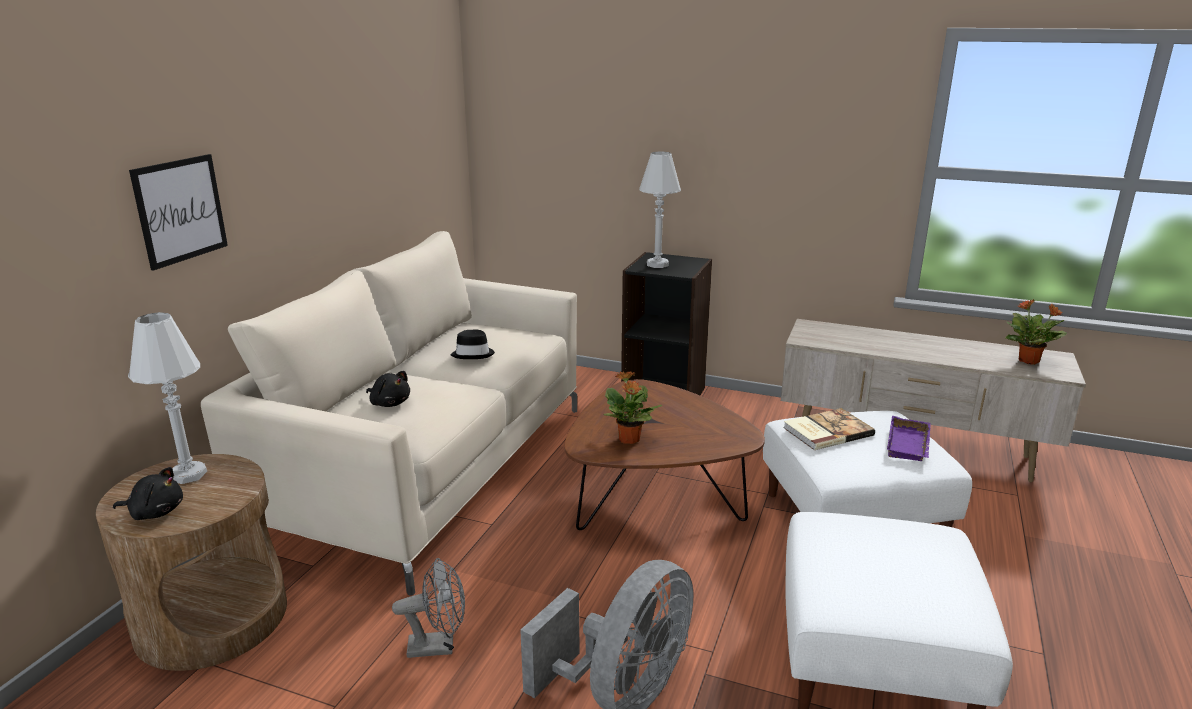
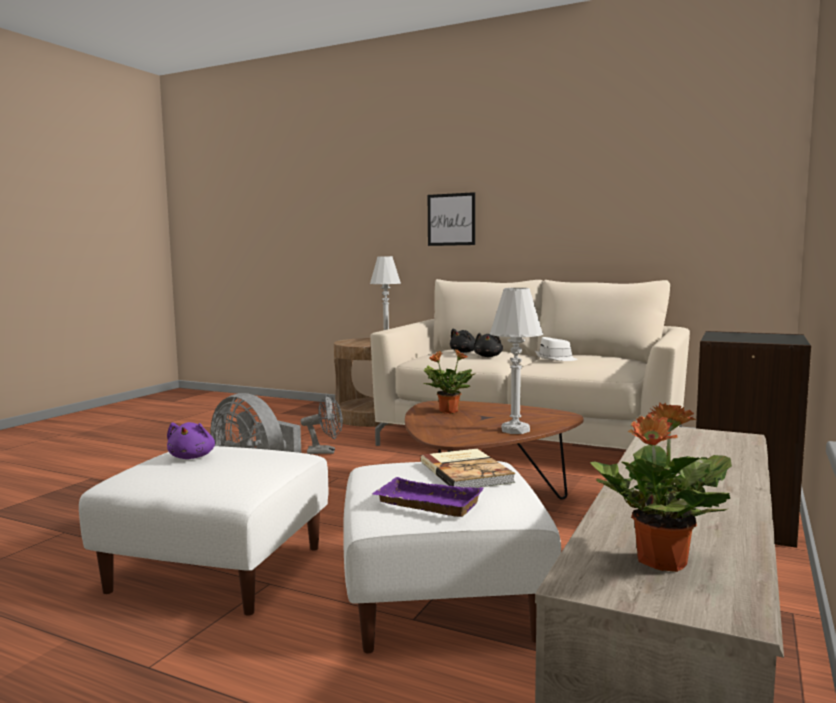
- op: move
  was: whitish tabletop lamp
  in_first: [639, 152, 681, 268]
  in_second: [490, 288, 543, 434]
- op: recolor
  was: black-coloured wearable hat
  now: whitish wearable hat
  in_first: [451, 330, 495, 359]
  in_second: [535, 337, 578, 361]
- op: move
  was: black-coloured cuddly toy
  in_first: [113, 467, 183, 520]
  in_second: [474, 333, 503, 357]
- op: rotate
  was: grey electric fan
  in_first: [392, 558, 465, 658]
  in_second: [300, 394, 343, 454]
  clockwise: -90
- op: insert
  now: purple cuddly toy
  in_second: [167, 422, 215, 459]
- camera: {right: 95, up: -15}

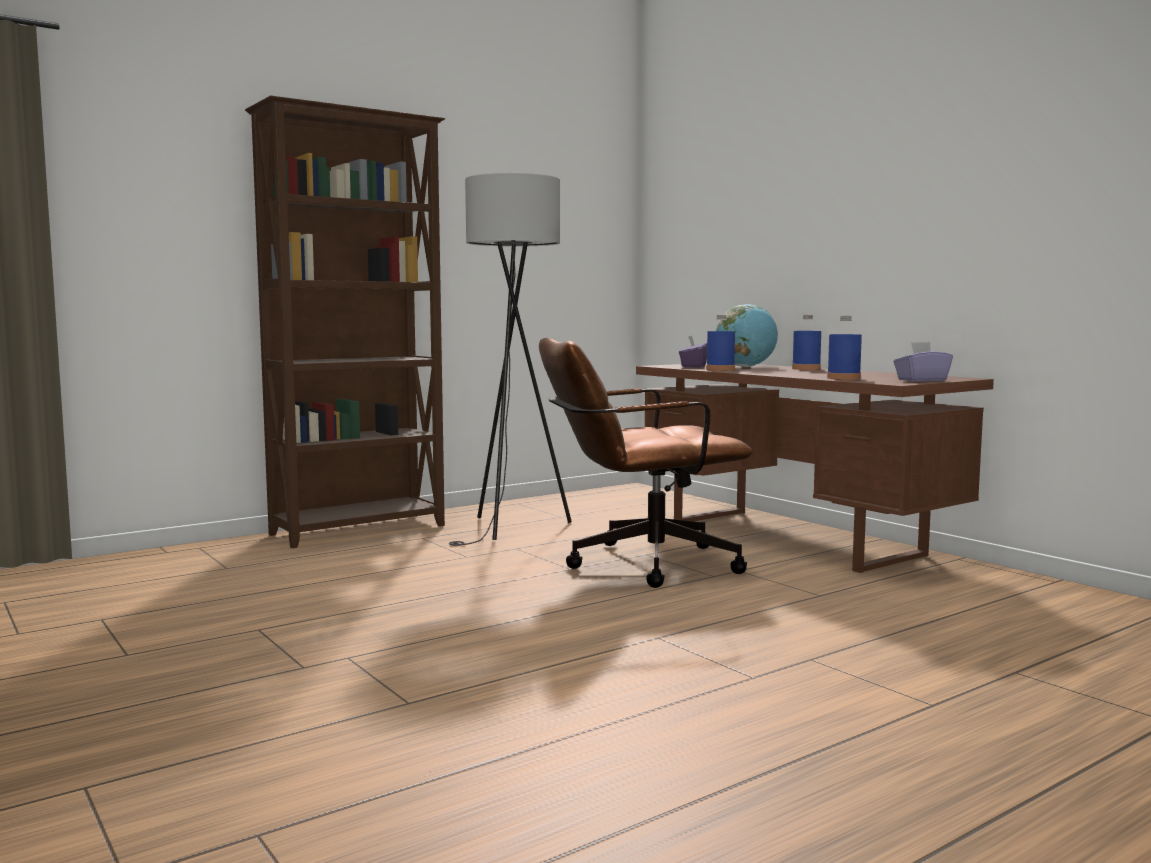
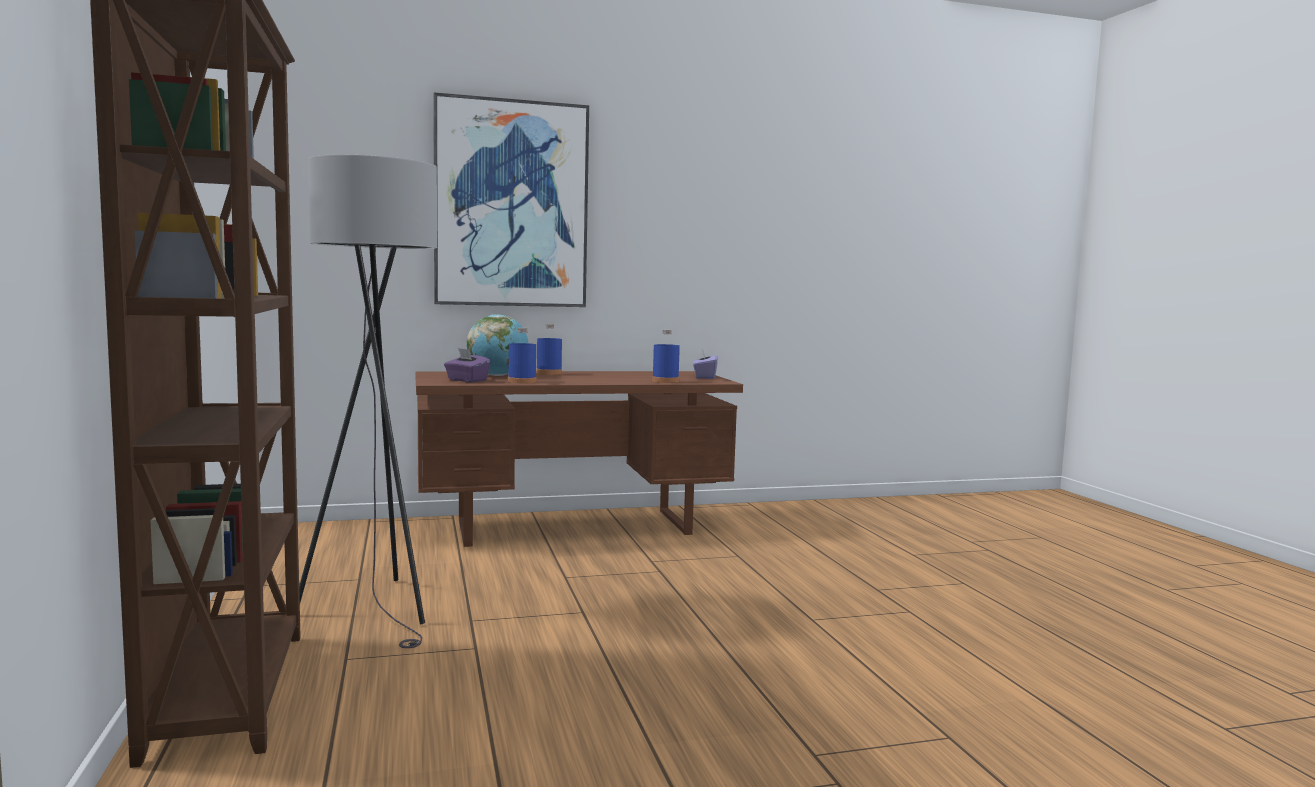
- op: delete
  was: brown-coloured computer chair
  in_first: [539, 338, 752, 588]
- op: insert
  now: wall picture
  in_second: [433, 92, 589, 307]
- camera: {right: -70, up: 0}

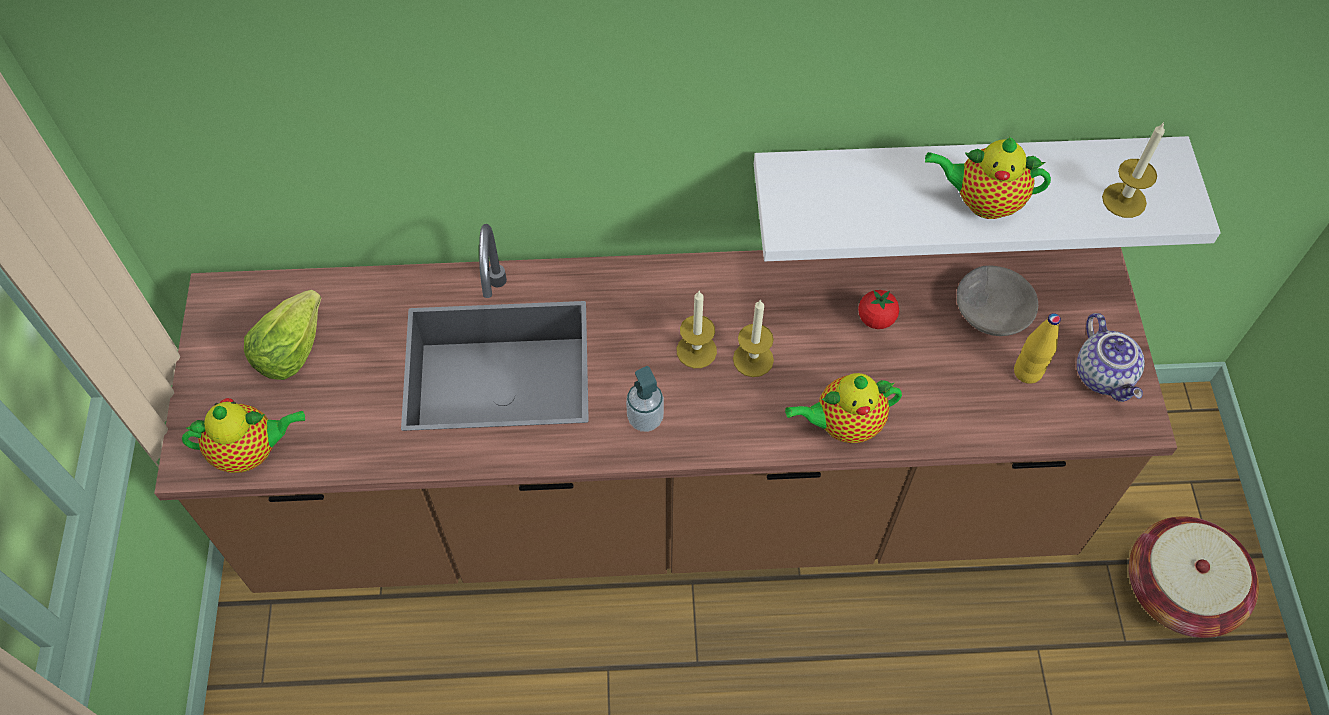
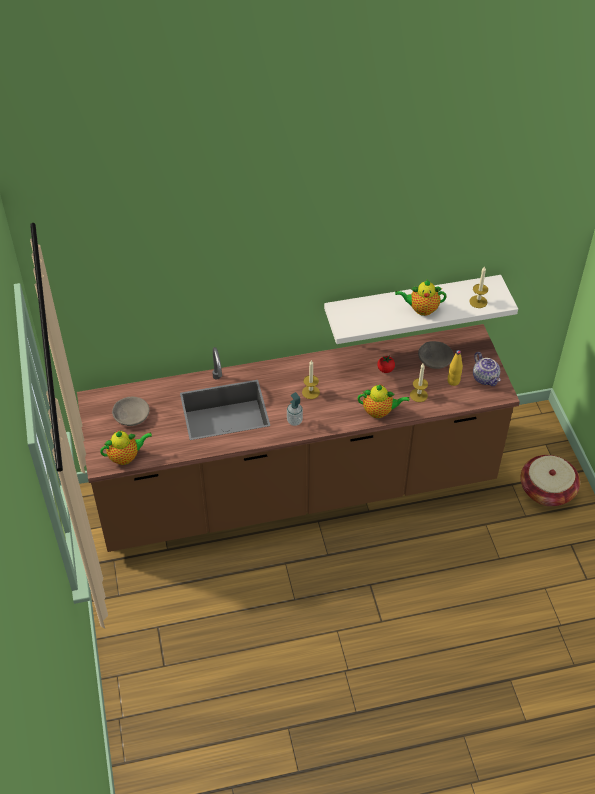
- op: replace
  was: head of lettuce
  now: grey serving bowl
  in_first: [244, 290, 321, 380]
  in_second: [112, 397, 150, 426]
- op: move
  was: candle
  in_first: [733, 299, 774, 377]
  in_second: [410, 364, 428, 402]
- op: rotate
  was: pot for tea
  in_first: [785, 373, 902, 443]
  in_second: [358, 384, 409, 418]
  clockwise: -150
- camera: {right: -10, up: -10}

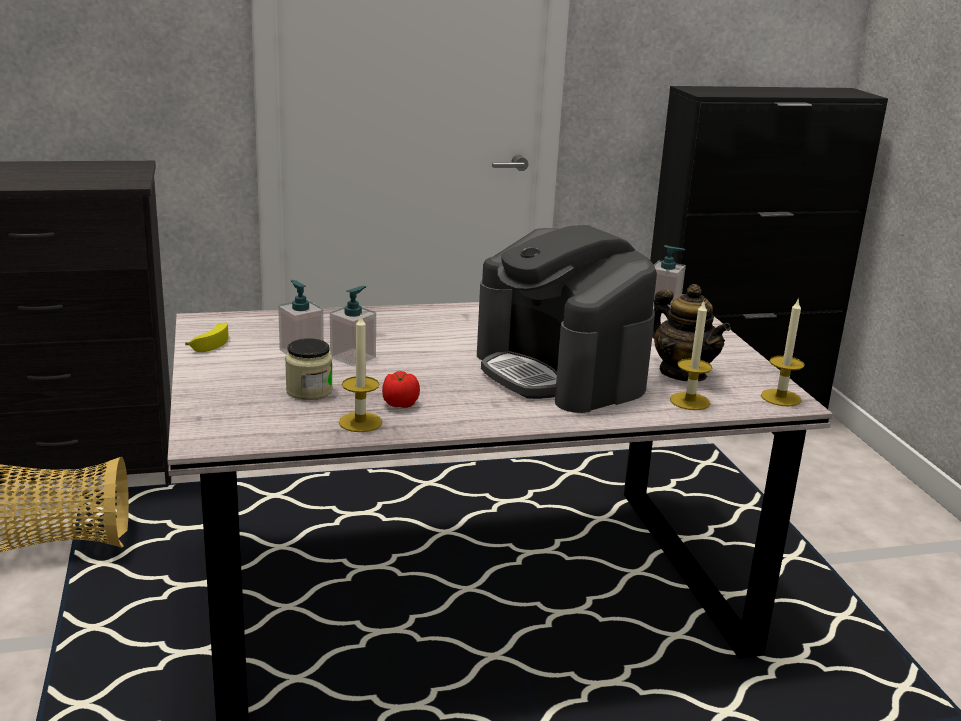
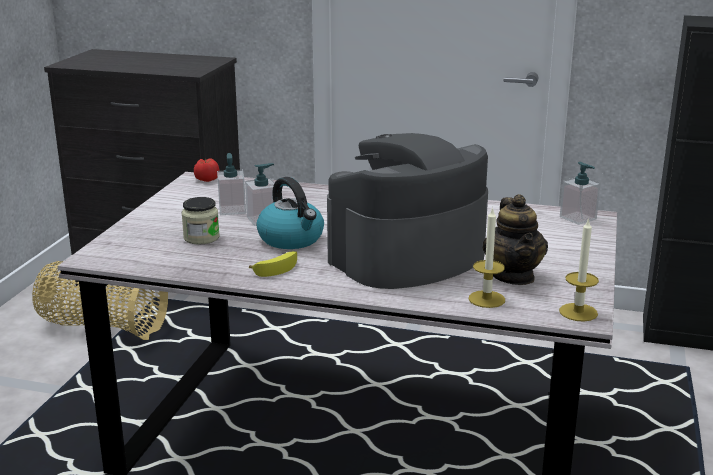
- op: rotate
  was: coffee brewer
  in_first: [477, 225, 657, 413]
  in_second: [327, 133, 488, 289]
  clockwise: 60
- op: delete
  was: candle
  in_first: [339, 313, 382, 432]
- op: move
  was: banana
  in_first: [185, 323, 228, 352]
  in_second: [249, 251, 297, 277]
- op: move
  was: whole tomato
  in_first: [382, 371, 420, 408]
  in_second: [194, 158, 219, 182]
- op: insert
  now: kettle
  in_second: [256, 177, 324, 249]
- camera: {right: 30, up: 0}

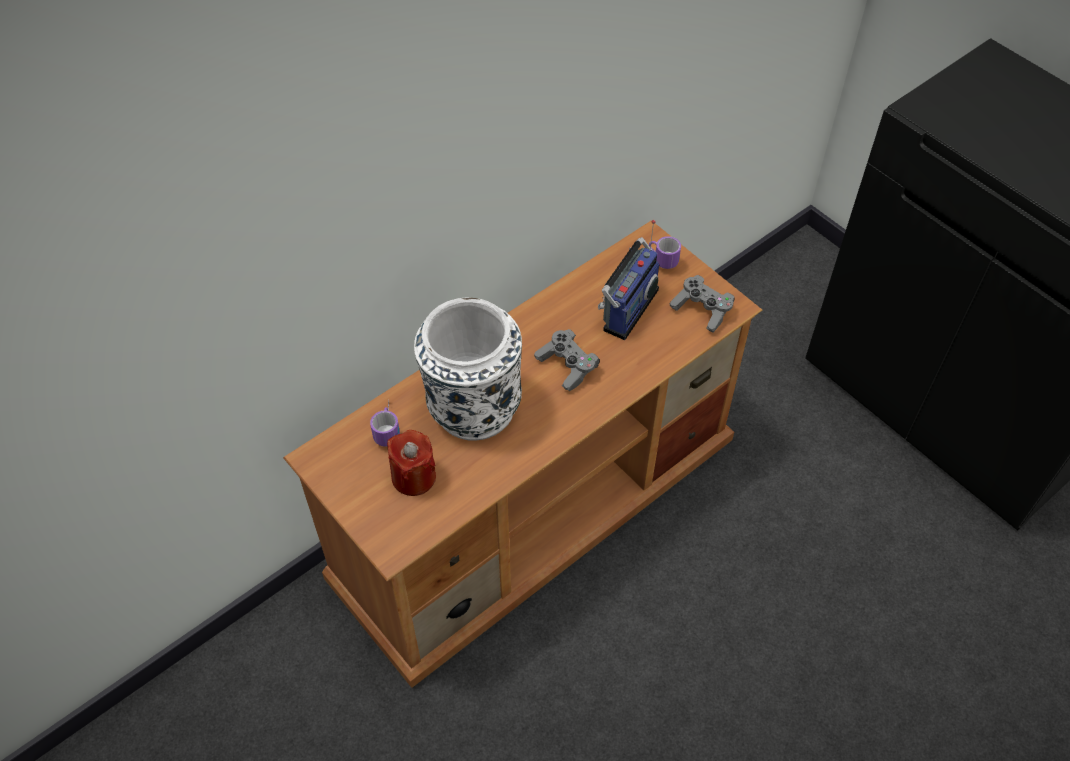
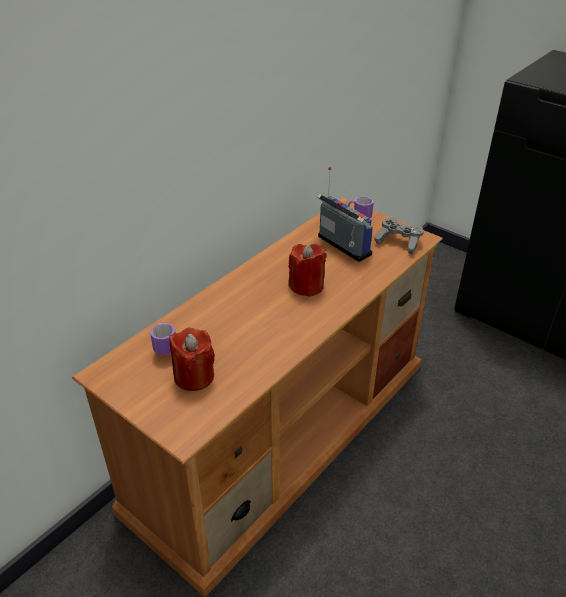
- op: rotate
  was: radio receiver
  in_first: [598, 220, 659, 340]
  in_second: [317, 167, 373, 262]
  clockwise: -60
- op: delete
  was: whitish flower vase
  in_first: [414, 297, 522, 441]
- op: replace
  was: grey game controller
  now: reddish candle
  in_first: [534, 329, 600, 392]
  in_second: [288, 244, 326, 297]
- camera: {right: -10, up: -15}

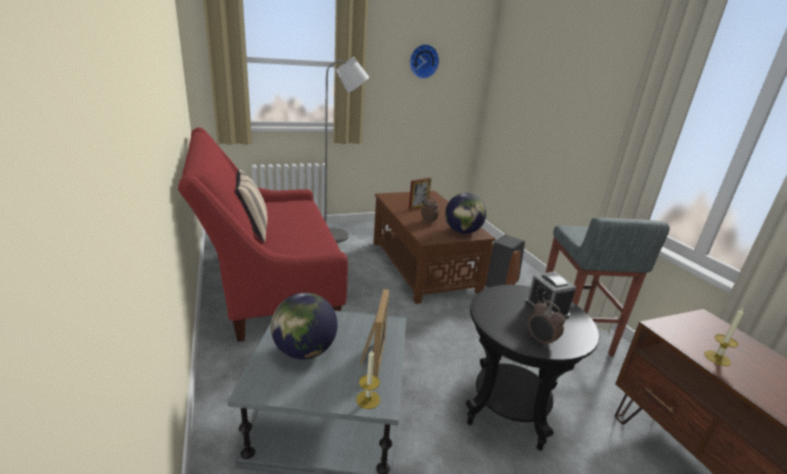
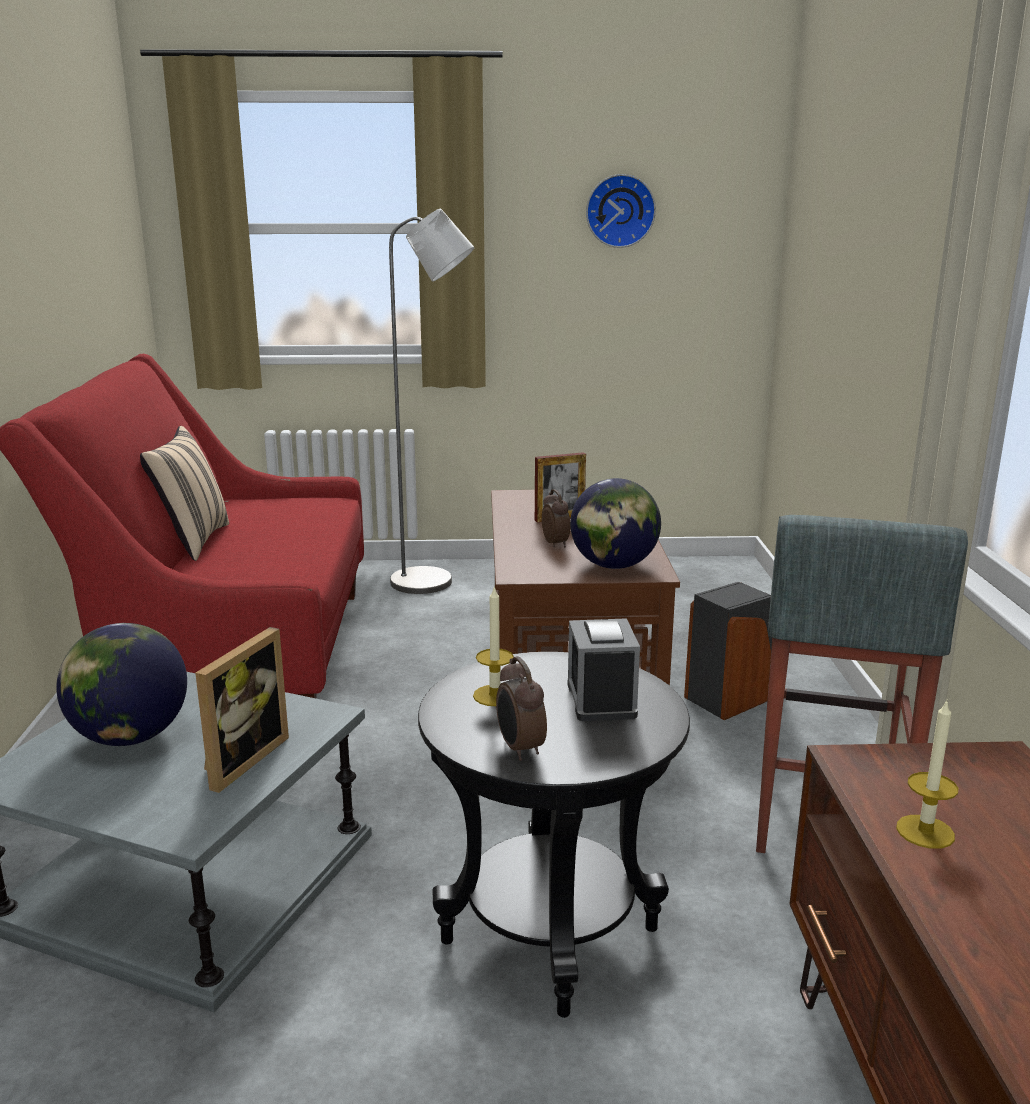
- op: move
  was: candle
  in_first: [356, 350, 380, 409]
  in_second: [473, 585, 514, 706]
- camera: {right: 20, up: -5}

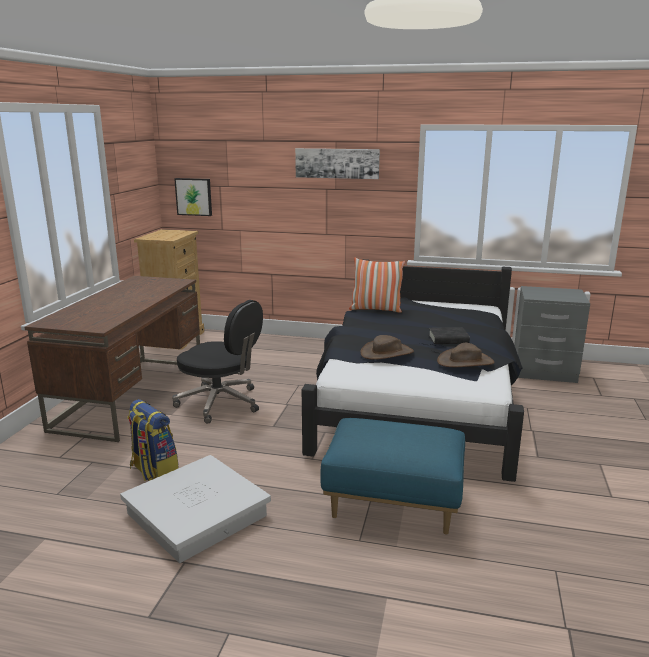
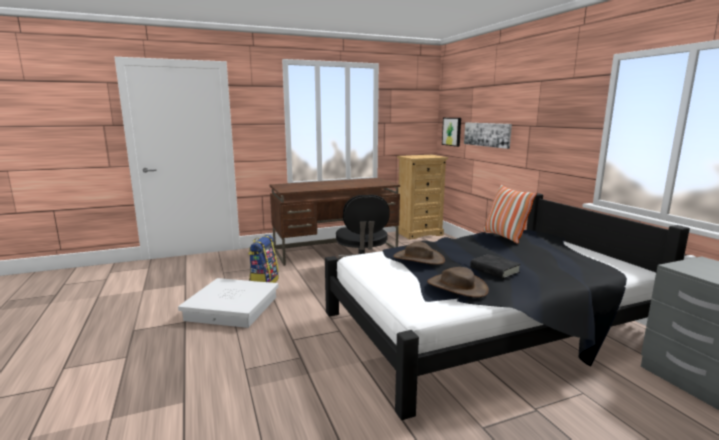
- op: move
  was: wall picture
  in_first: [295, 148, 380, 179]
  in_second: [464, 122, 512, 149]
- op: delete
  was: blue-coloured footrest
  in_first: [321, 418, 465, 535]
- camera: {right: 55, up: -5}

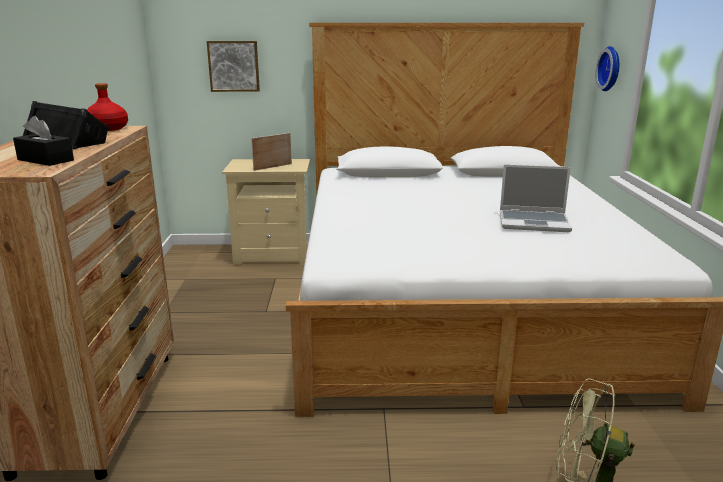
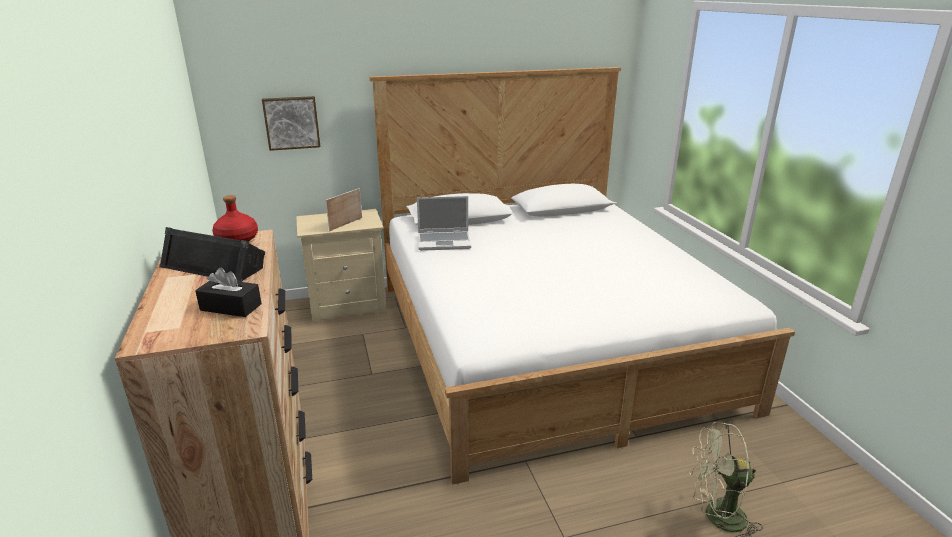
- op: delete
  was: wall clock
  in_first: [596, 46, 619, 91]
- op: move
  was: notebook computer
  in_first: [500, 165, 572, 232]
  in_second: [417, 196, 471, 251]
- camera: {right: -15, up: 5}

